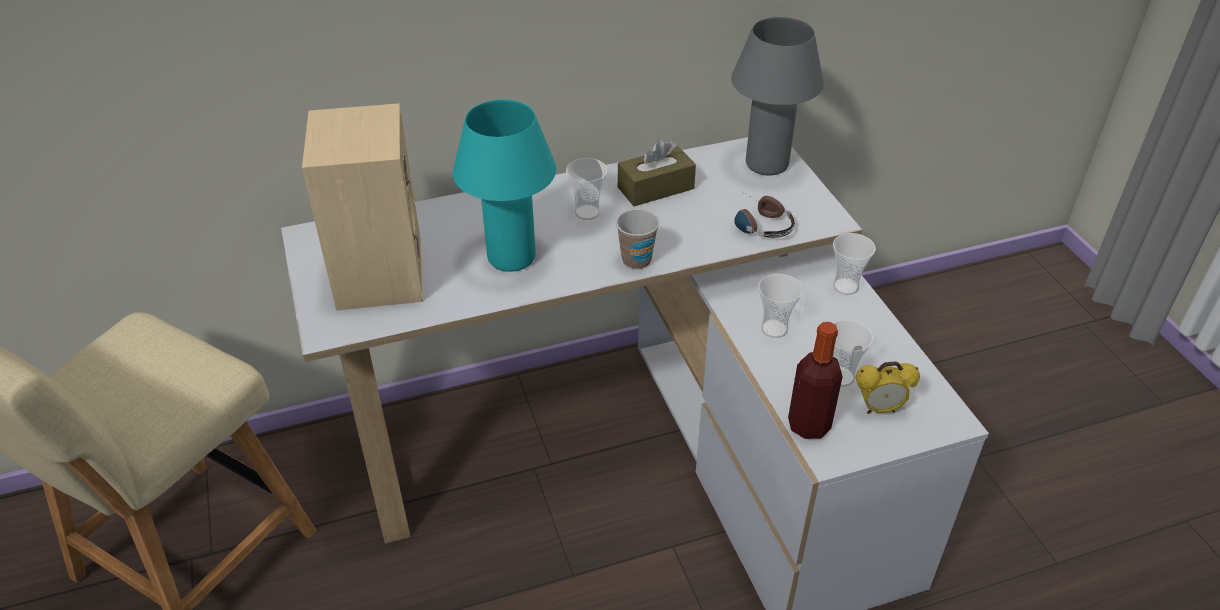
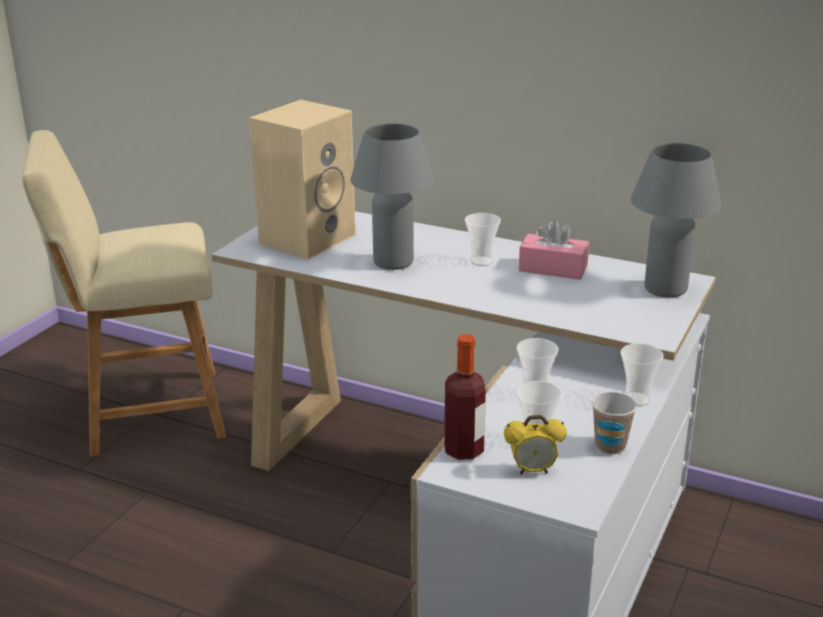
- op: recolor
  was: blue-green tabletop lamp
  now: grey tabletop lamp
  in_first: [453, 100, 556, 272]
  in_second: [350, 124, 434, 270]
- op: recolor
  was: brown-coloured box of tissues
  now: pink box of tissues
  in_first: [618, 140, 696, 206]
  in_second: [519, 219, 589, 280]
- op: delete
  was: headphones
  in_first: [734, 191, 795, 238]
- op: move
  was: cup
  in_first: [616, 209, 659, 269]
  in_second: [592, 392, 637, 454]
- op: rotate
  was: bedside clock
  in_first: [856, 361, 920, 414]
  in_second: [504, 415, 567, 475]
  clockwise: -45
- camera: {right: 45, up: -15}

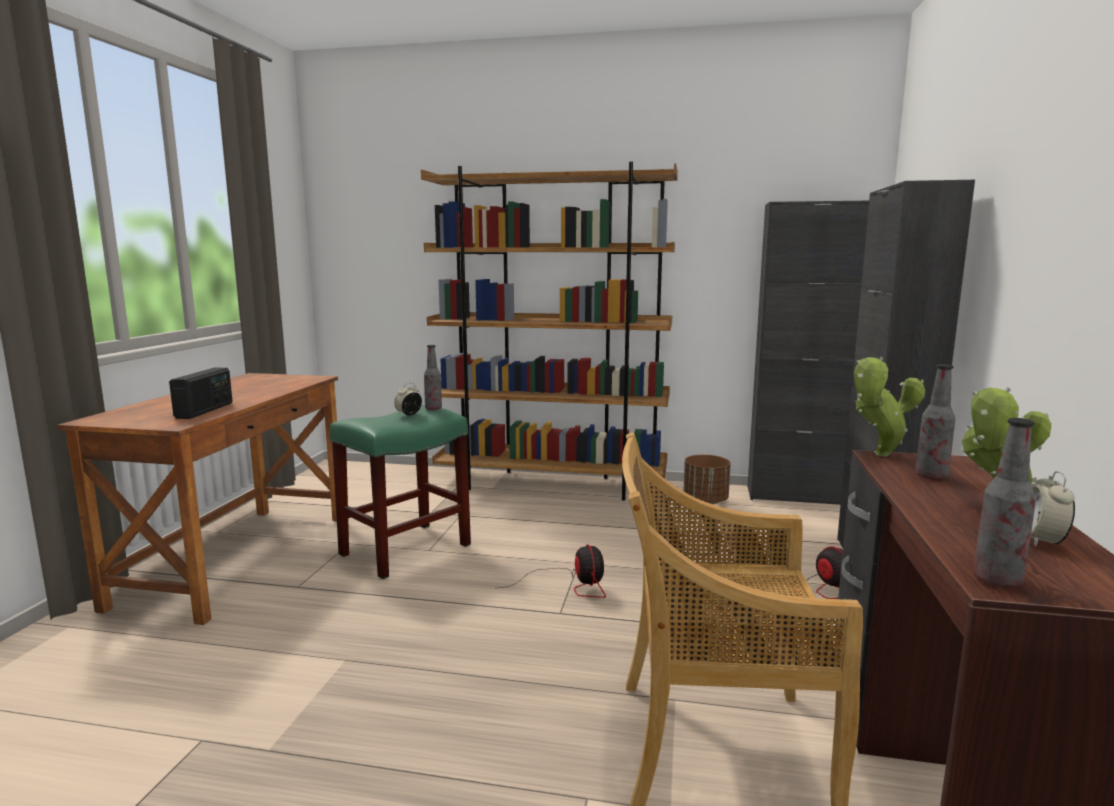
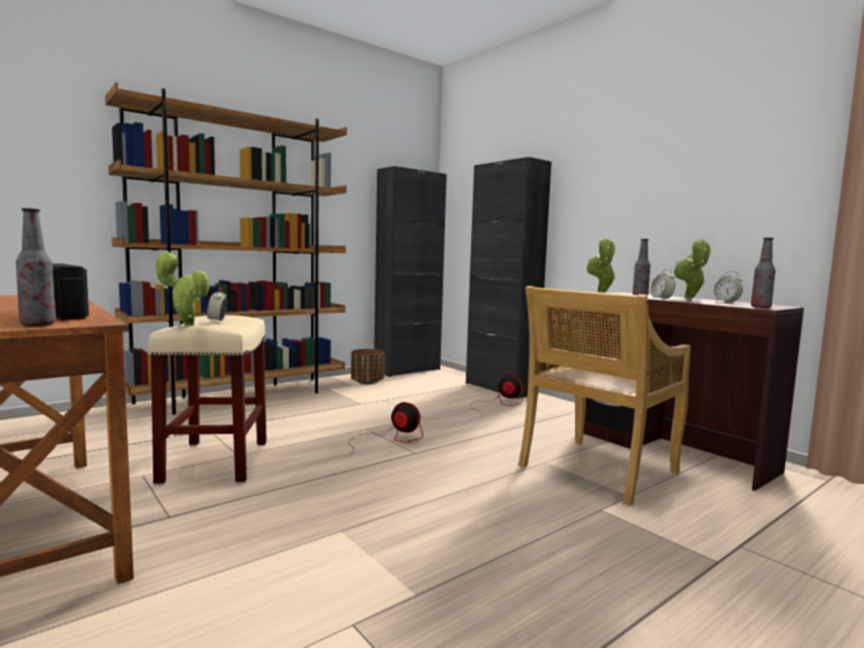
- op: move
  was: drink bottle
  in_first: [424, 345, 442, 410]
  in_second: [16, 208, 56, 326]
- op: recolor
  was: green sitting stool
  now: beige-coloured sitting stool
  in_first: [330, 405, 471, 579]
  in_second: [148, 315, 267, 485]
- op: insert
  now: plant in a pot
  in_second: [154, 251, 210, 326]
- op: insert
  now: bedside clock
  in_second: [651, 269, 675, 299]
- camera: {right: -50, up: -5}

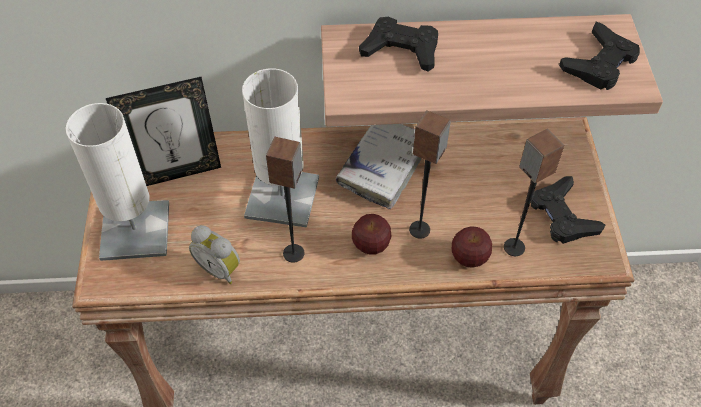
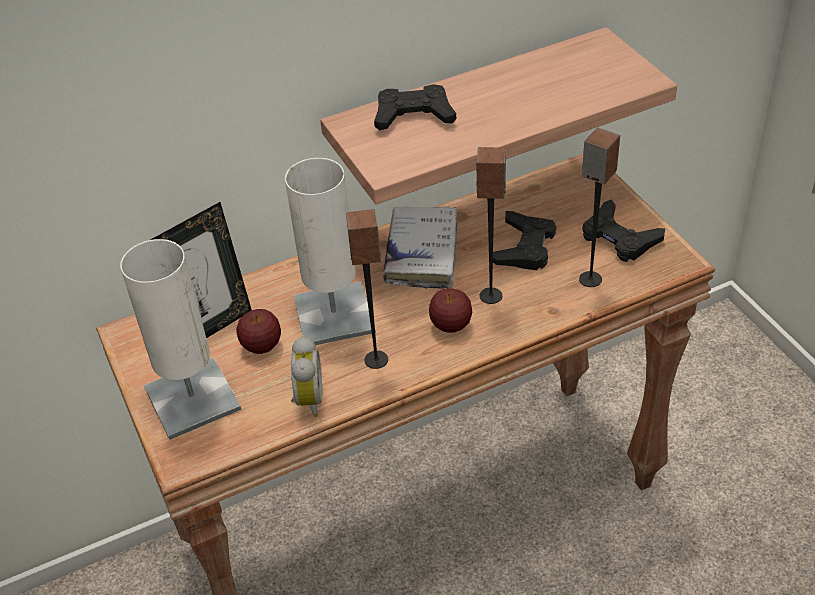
- op: move
  was: black-coloured game controller
  in_first: [559, 22, 640, 90]
  in_second: [493, 211, 556, 270]
- op: rotate
  was: bedside clock
  in_first: [189, 225, 240, 284]
  in_second: [291, 336, 322, 417]
  clockwise: -105
- op: move
  was: apple fruit
  in_first: [452, 226, 492, 268]
  in_second: [236, 309, 281, 354]
- camera: {right: -20, up: -10}

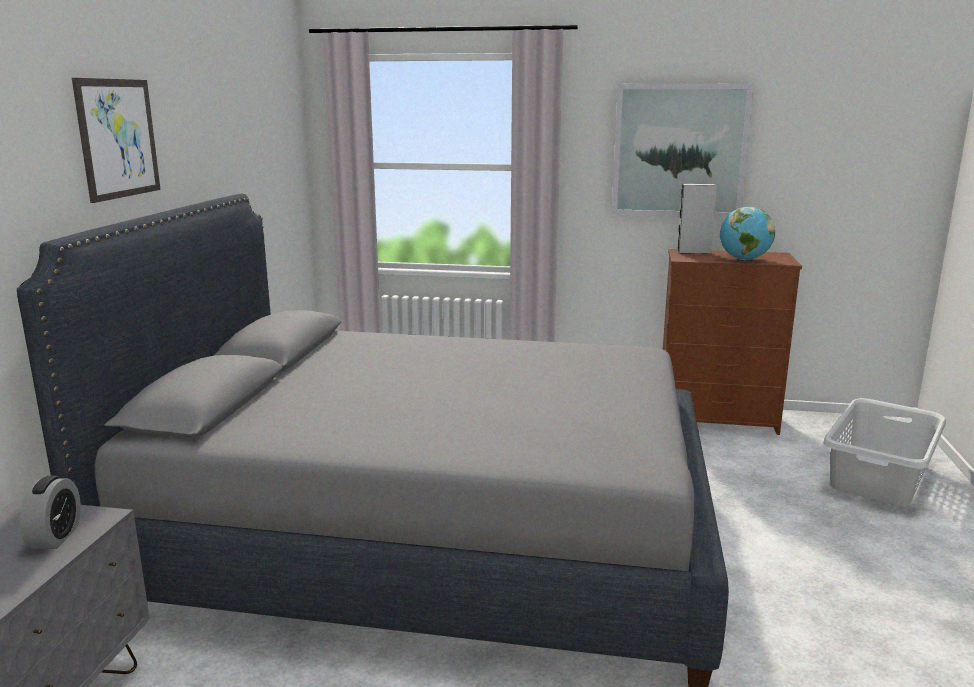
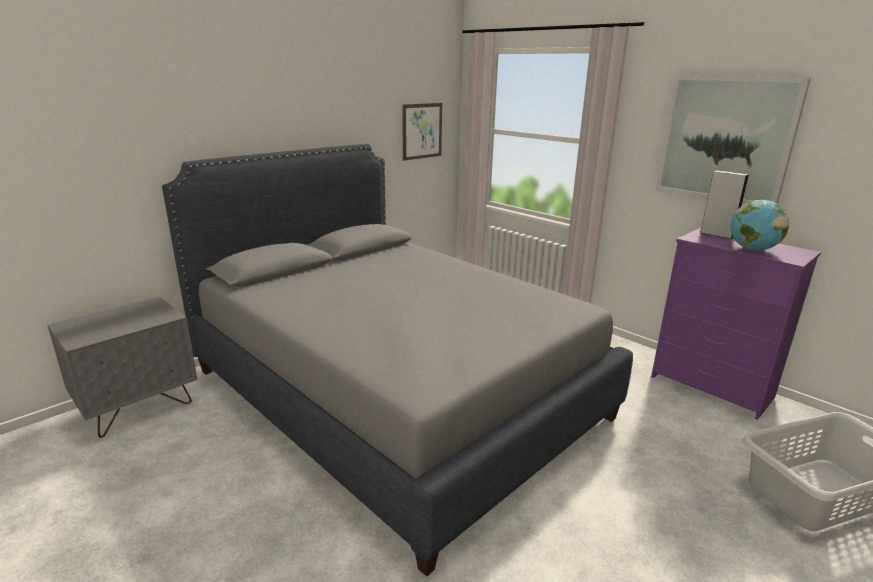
- op: move
  was: wall picture
  in_first: [72, 78, 161, 203]
  in_second: [402, 103, 442, 161]
- op: recolor
  was: brown-coloured chest of drawers
  now: purple chest of drawers
  in_first: [663, 249, 802, 435]
  in_second: [651, 228, 821, 420]
- op: delete
  was: bedside clock
  in_first: [19, 476, 81, 549]
- camera: {right: 35, up: 5}

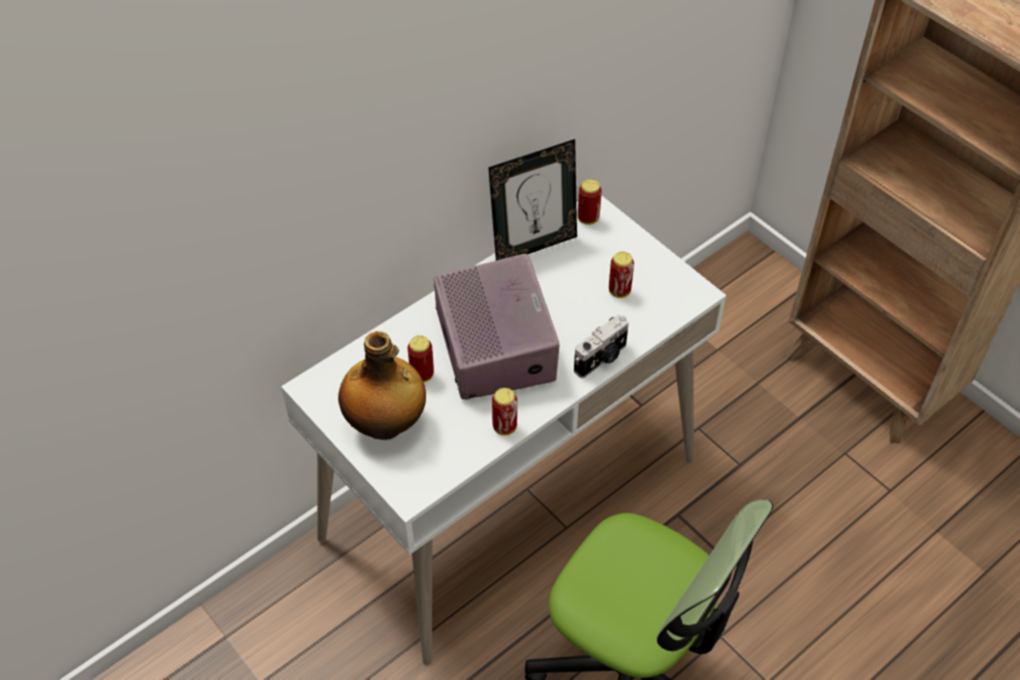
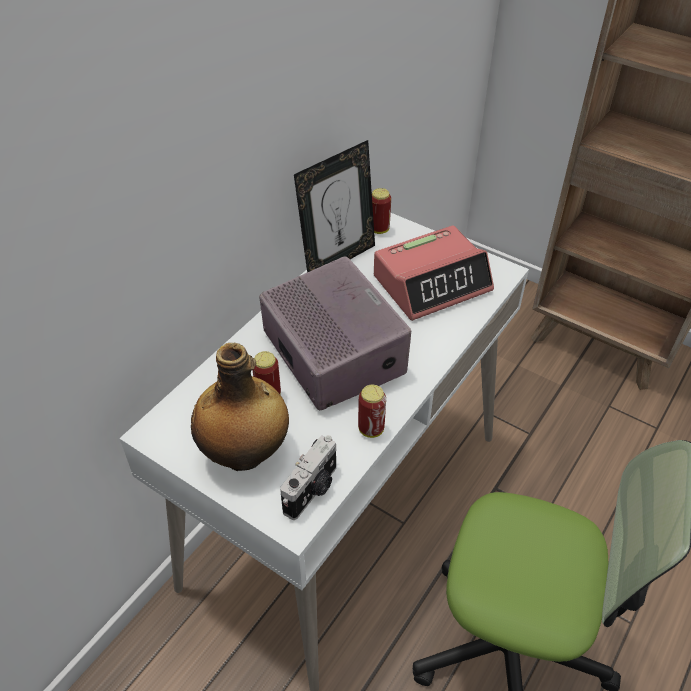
- op: replace
  was: sealed can
  now: bedside clock
  in_first: [609, 252, 634, 298]
  in_second: [374, 226, 494, 321]
- op: move
  was: photo camera
  in_first: [574, 315, 629, 378]
  in_second: [280, 435, 336, 520]
- camera: {right: -15, up: -5}

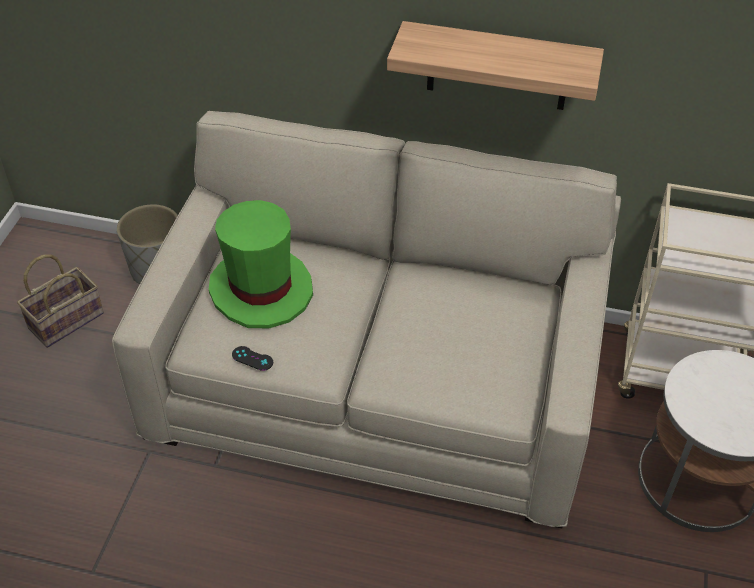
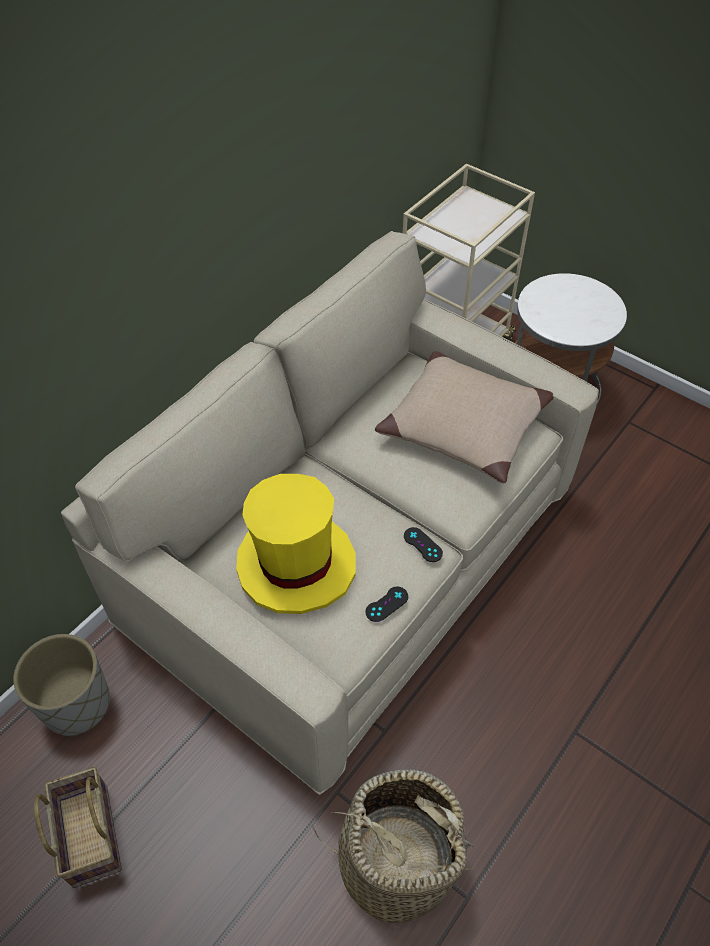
- op: delete
  was: bracket shelf
  in_first: [387, 21, 604, 110]
- op: recolor
  was: green wearable hat
  now: yellowish wearable hat
  in_first: [209, 200, 313, 328]
  in_second: [236, 474, 356, 614]
- op: insert
  now: beige-coloured cushion
  in_second: [375, 351, 553, 483]
- op: insert
  now: black-coloured game controller
  in_second: [404, 527, 443, 562]
- op: insert
  now: household basket
  in_second: [313, 770, 477, 923]
- camera: {right: -65, up: 5}

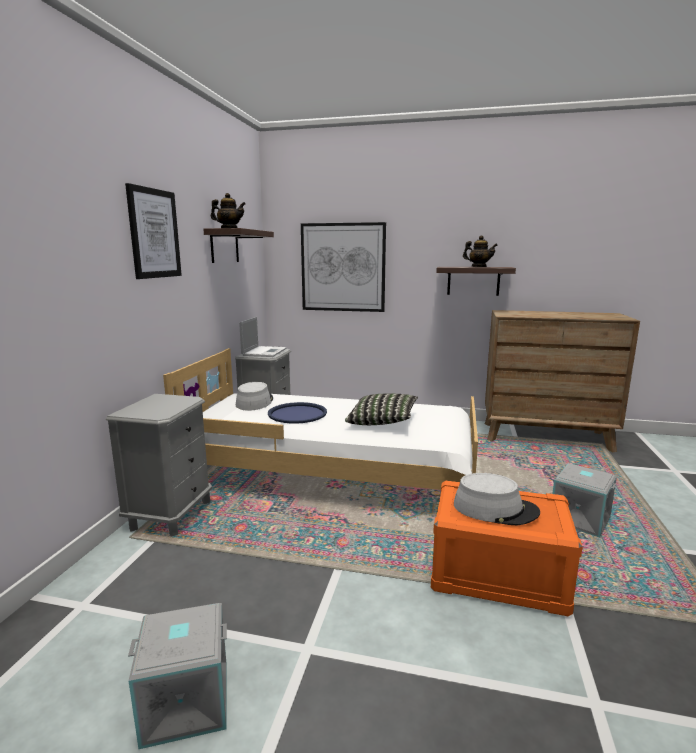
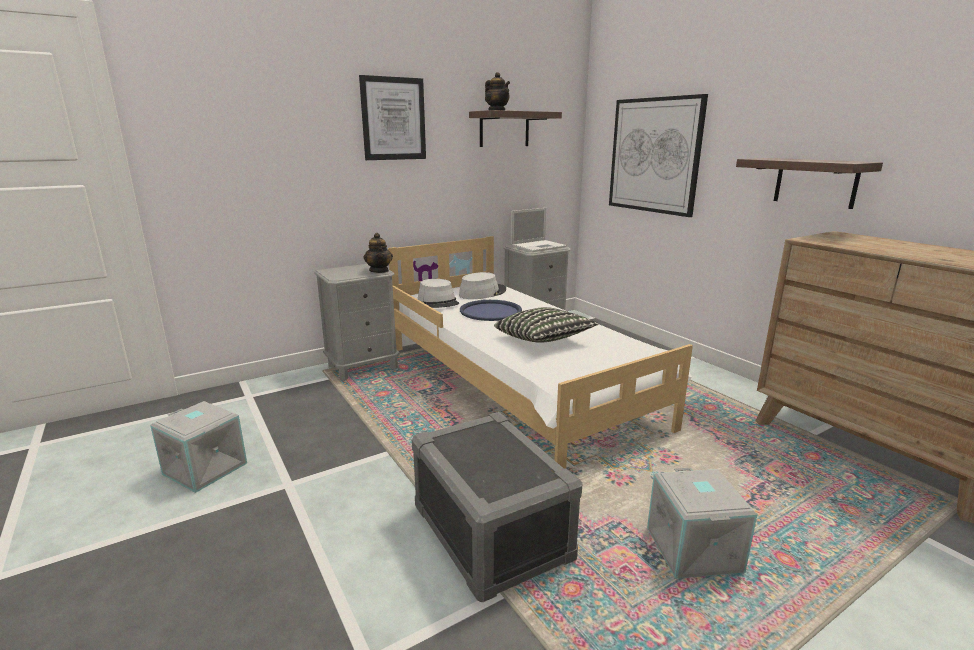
- op: move
  was: pot for tea
  in_first: [463, 235, 498, 267]
  in_second: [364, 233, 393, 273]
- op: move
  was: grey wearable hat
  in_first: [454, 473, 540, 525]
  in_second: [418, 279, 459, 308]
- op: recolor
  was: orangey storage box
  now: grey storage box
  in_first: [431, 480, 583, 616]
  in_second: [412, 412, 583, 602]
- camera: {right: 45, up: 5}

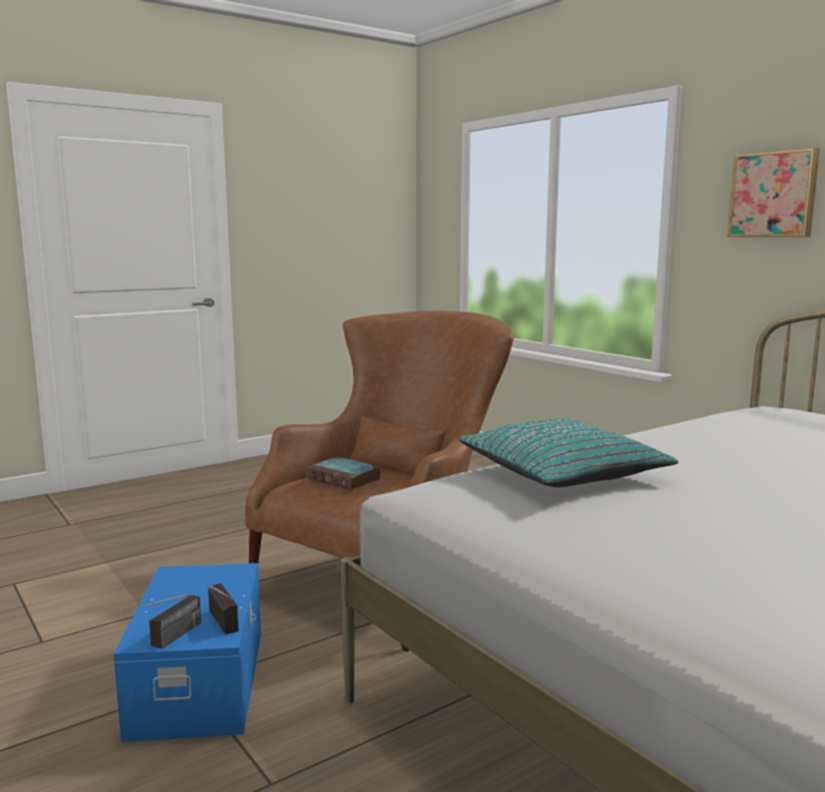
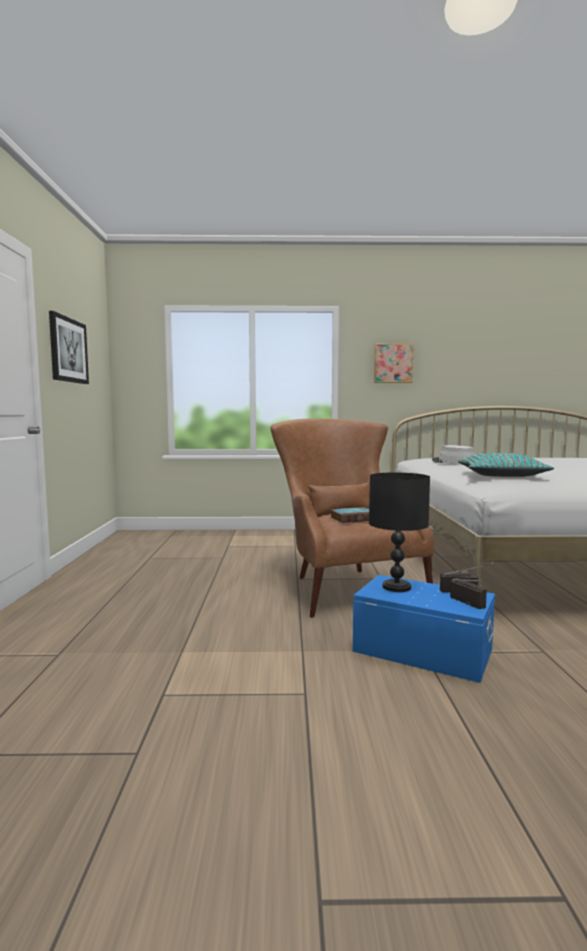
- op: insert
  now: wall picture
  in_second: [49, 311, 89, 384]
- op: insert
  now: grey wearable hat
  in_second: [432, 445, 475, 465]
- op: insert
  now: black-coloured tabletop lamp
  in_second: [369, 473, 430, 592]
- camera: {right: -55, up: -5}

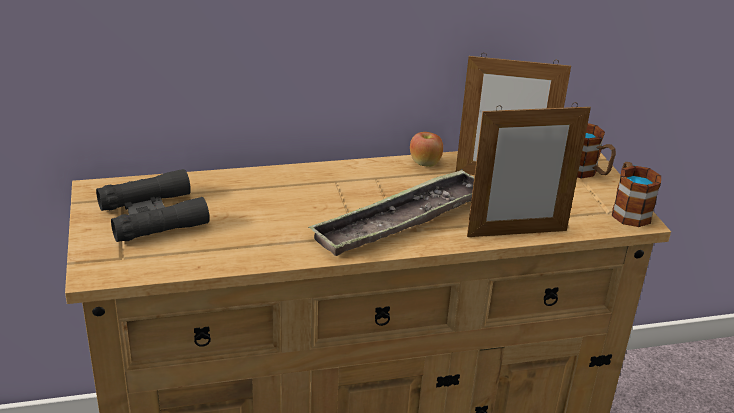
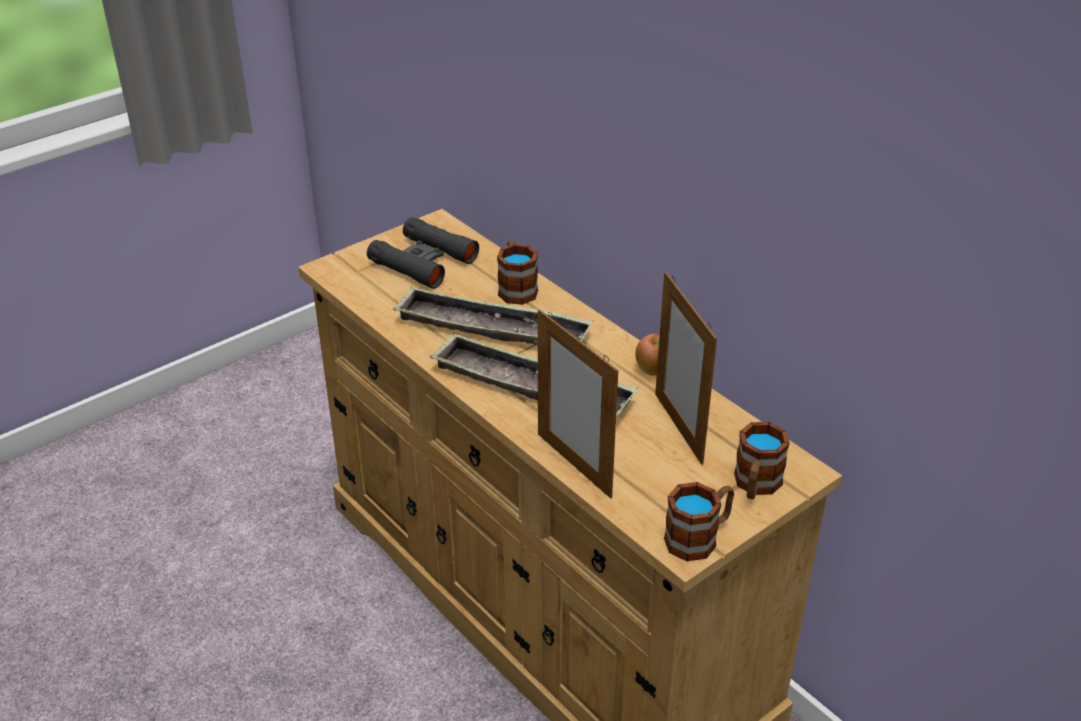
- op: insert
  now: tea mug
  in_second: [497, 240, 538, 305]
- op: insert
  now: carrying tray
  in_second: [393, 286, 593, 345]
- camera: {right: 65, up: 5}

